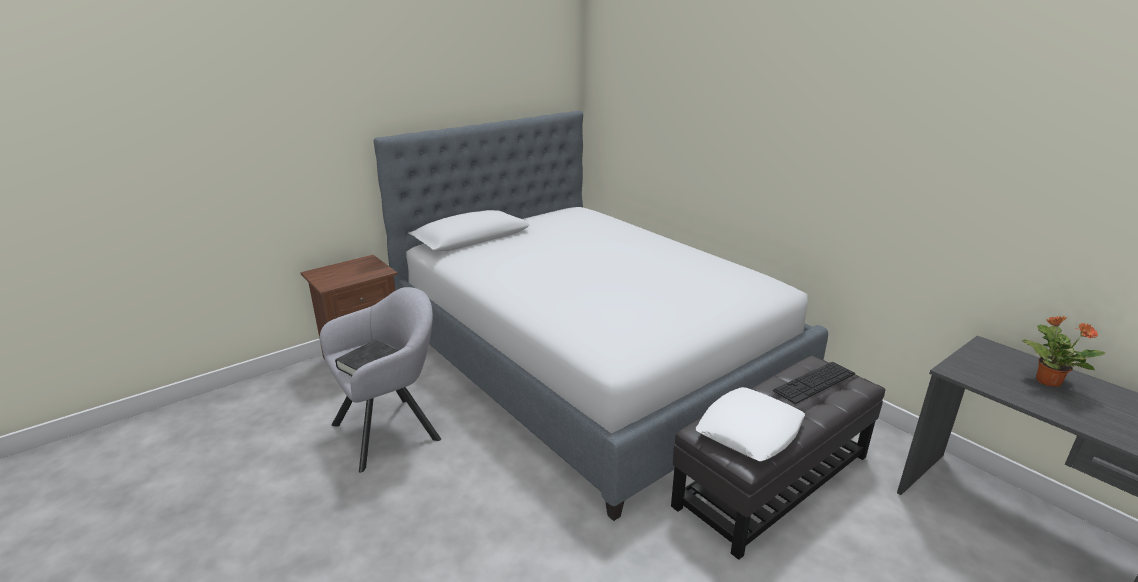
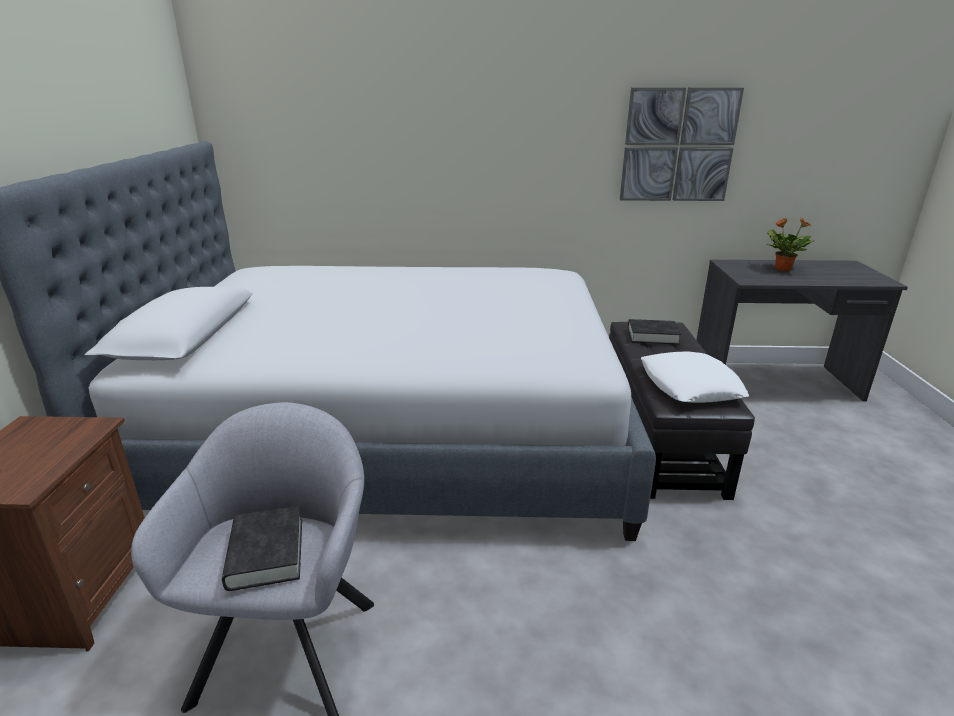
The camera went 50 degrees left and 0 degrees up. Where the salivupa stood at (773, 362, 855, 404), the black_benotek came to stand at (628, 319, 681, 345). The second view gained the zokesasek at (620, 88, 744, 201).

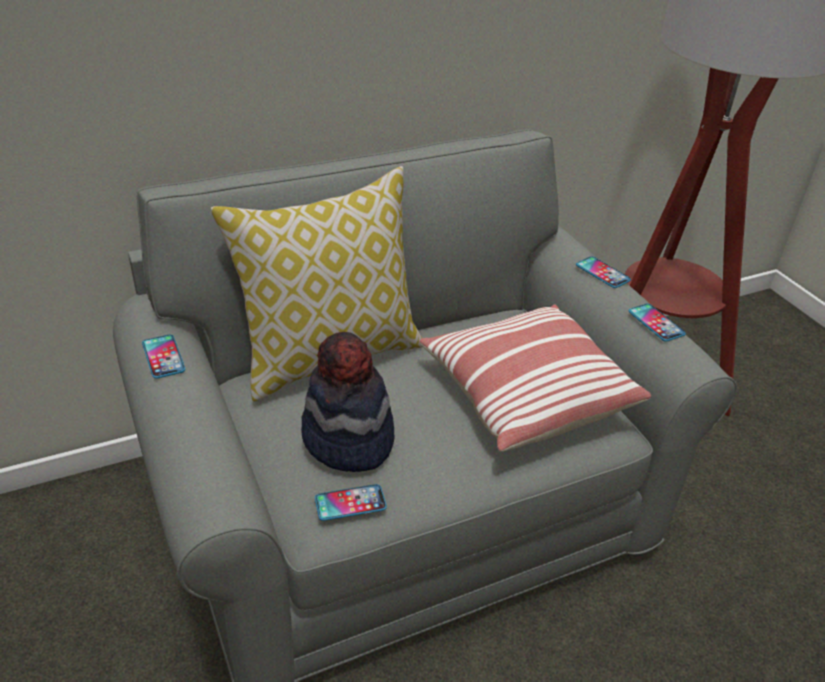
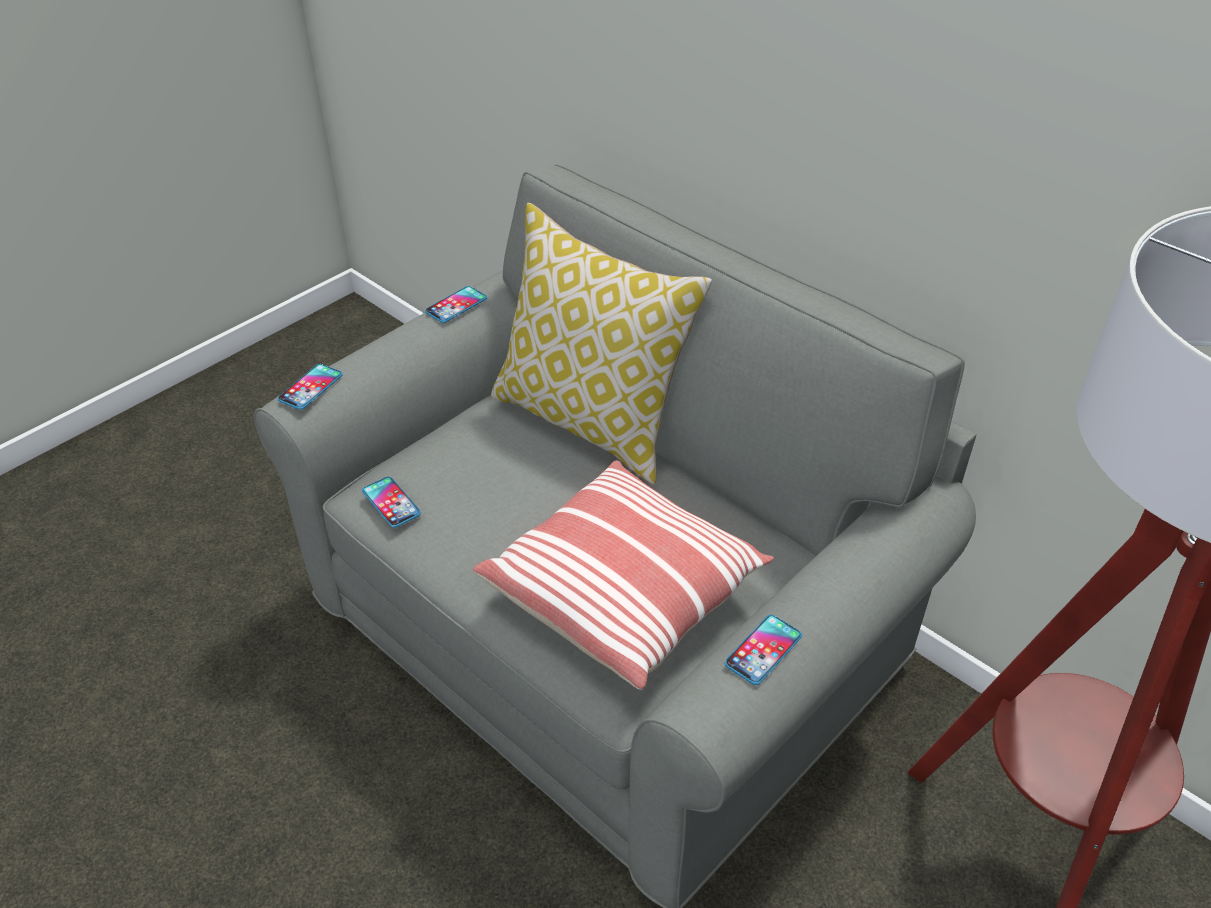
The camera went 70 degrees right and 5 degrees up. The second view lost the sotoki at (301, 332, 394, 472). The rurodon ended up elsewhere, having gone from (576, 256, 631, 288) to (278, 364, 343, 410).

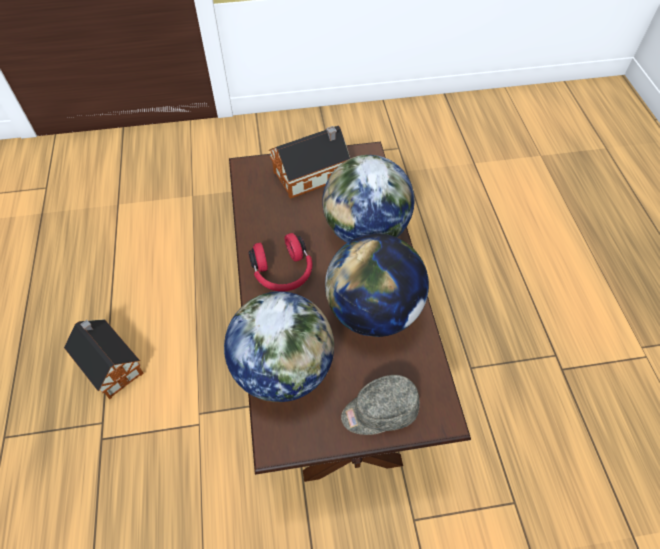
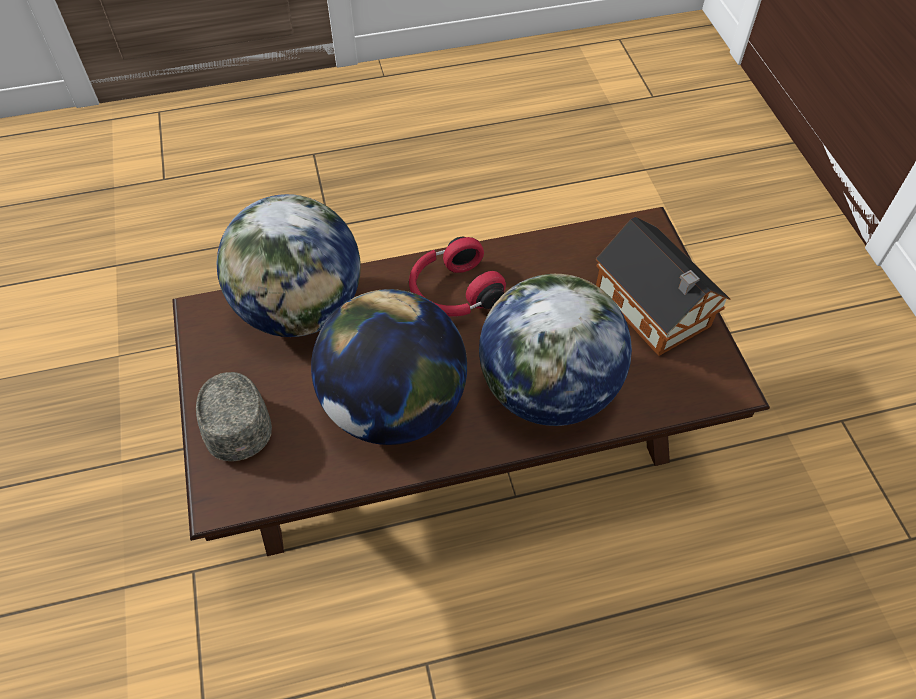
The camera went 85 degrees right and 0 degrees up. The second view lost the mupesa at (64, 319, 144, 399).

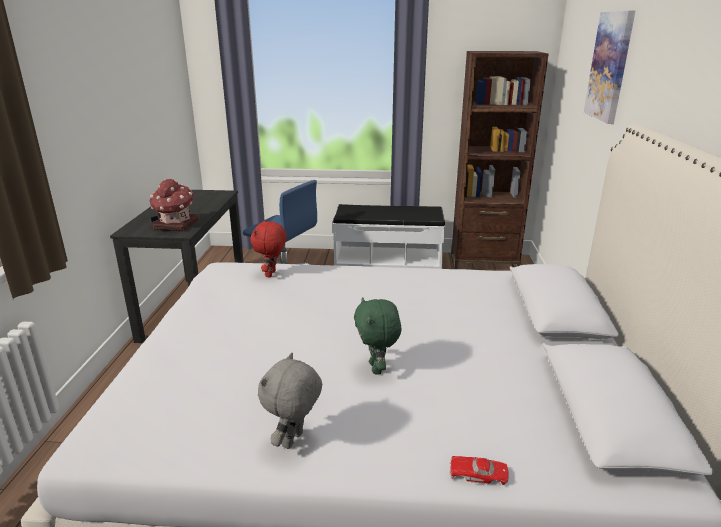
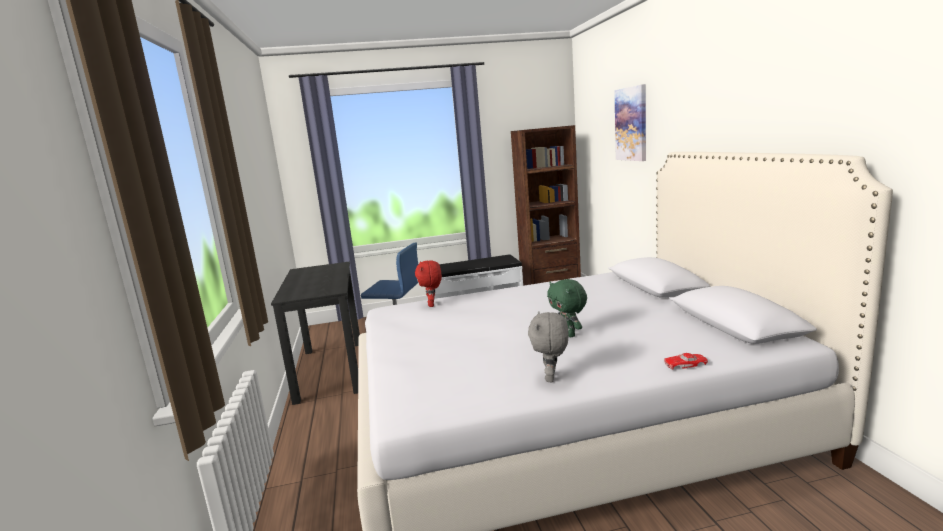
The camera went 15 degrees left and 10 degrees down. The second view lost the mupesa at (149, 179, 199, 231).

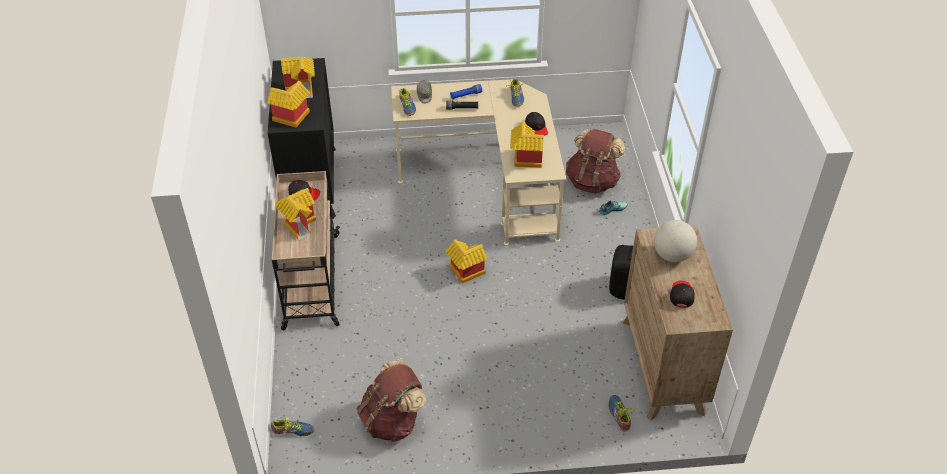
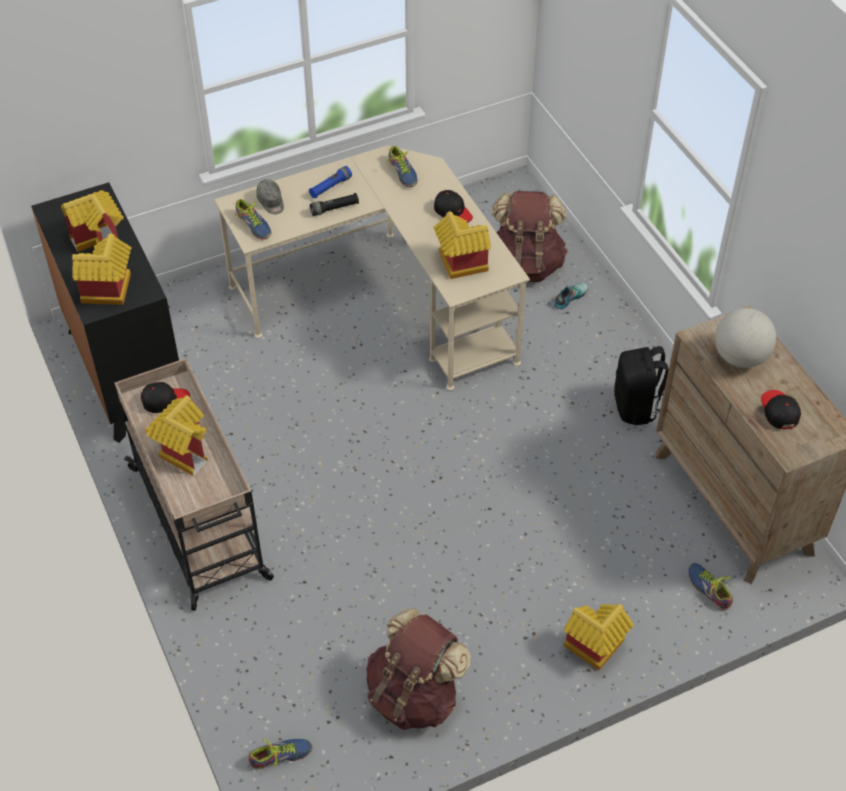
The camera went 20 degrees left and 5 degrees up. The mupesa ended up elsewhere, having gone from (445, 239, 487, 284) to (564, 604, 634, 670).

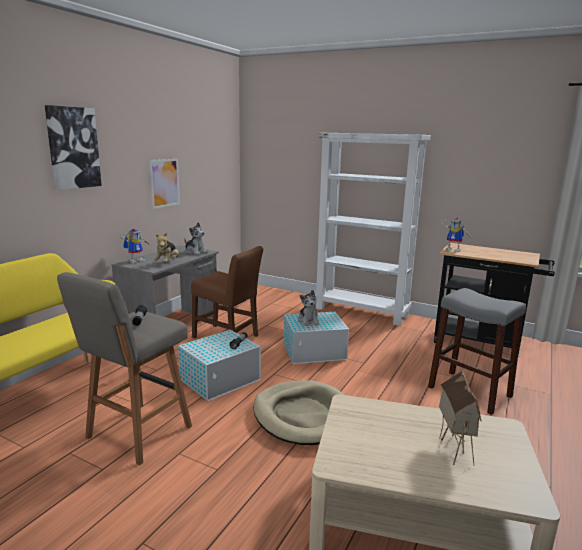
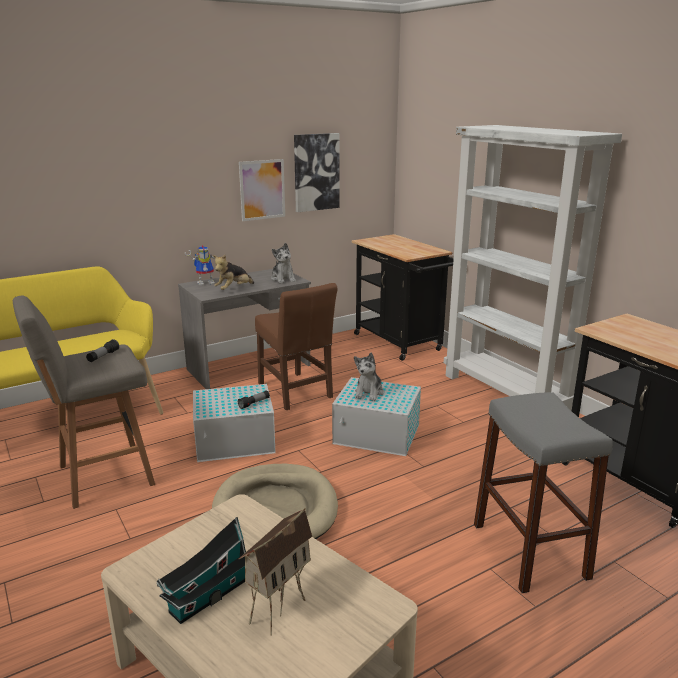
The camera went 30 degrees right and 5 degrees up. The zokesasek ended up elsewhere, having gone from (45, 105, 102, 190) to (294, 133, 340, 212). The second view lost the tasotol at (441, 218, 473, 252). The second view gained the mupesa at (157, 517, 246, 624). The second view gained the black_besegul at (351, 234, 454, 361).

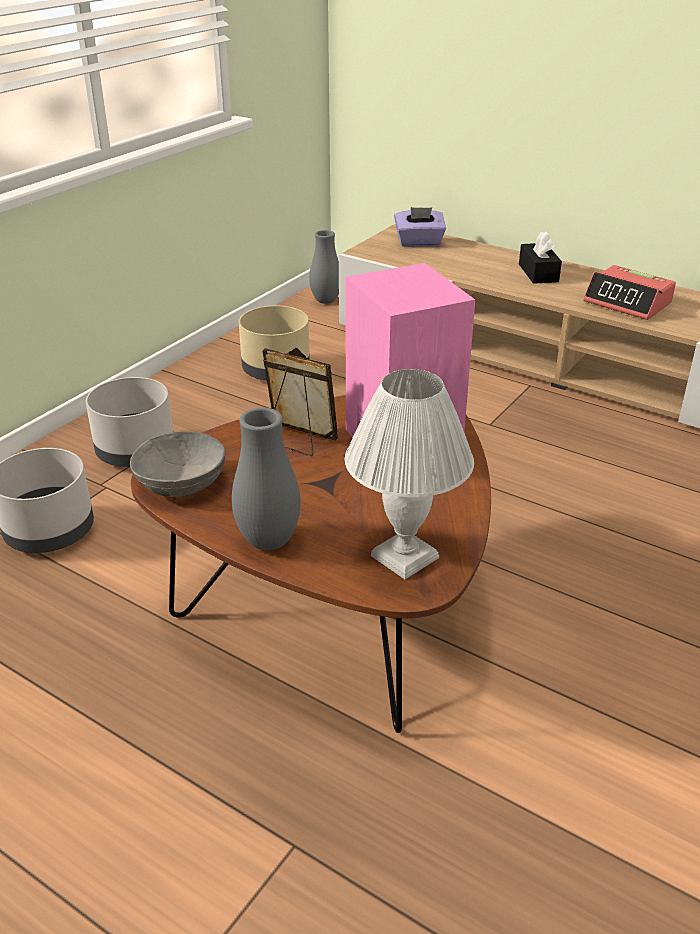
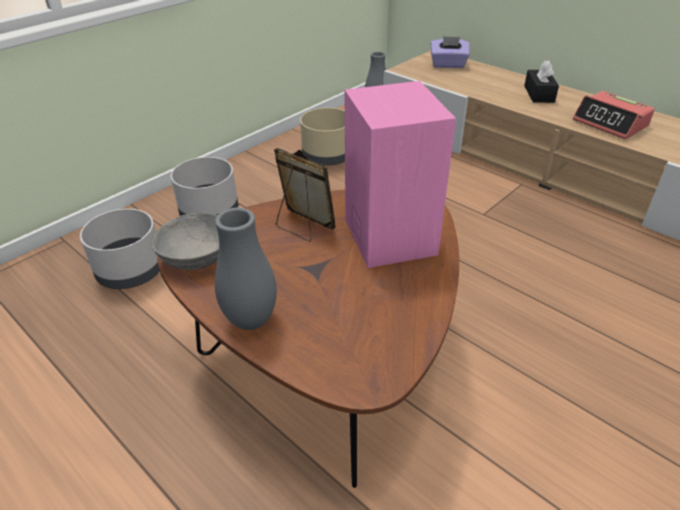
The camera went 10 degrees right and 5 degrees up. The second view lost the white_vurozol at (345, 369, 474, 579).

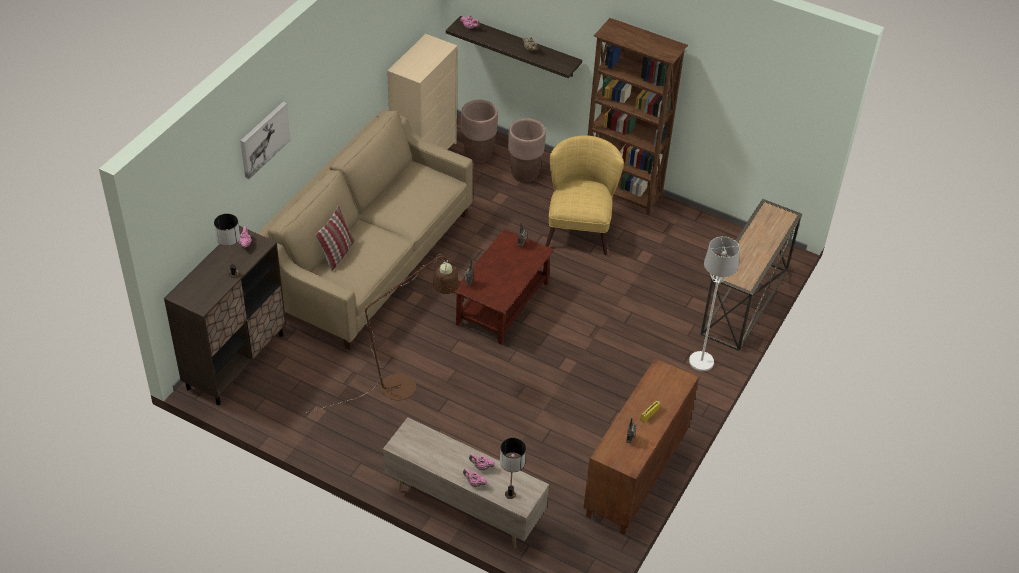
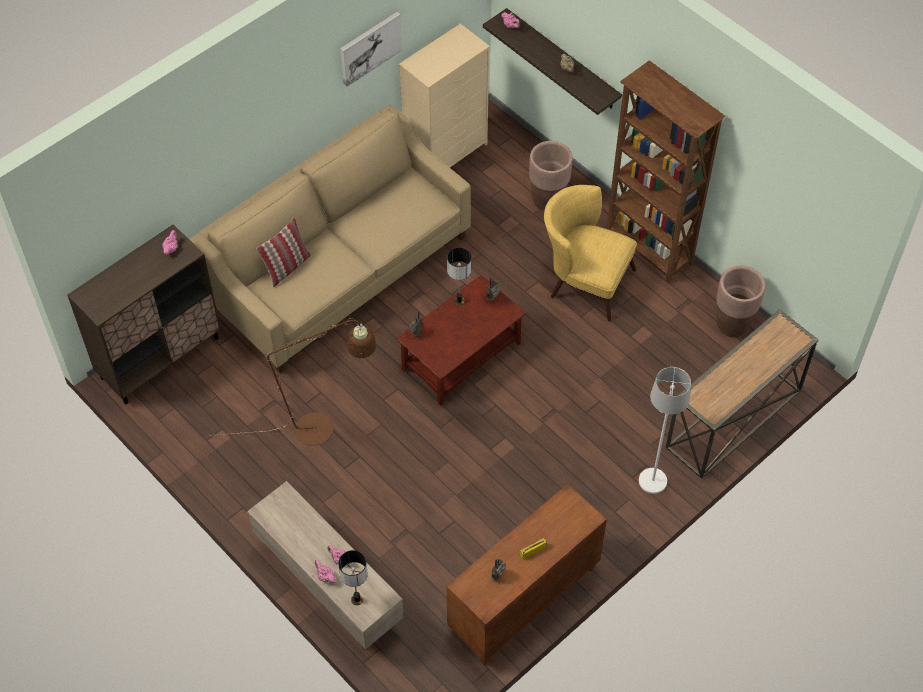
The camera went 20 degrees right and 10 degrees up. The vurozol ended up elsewhere, having gone from (214, 214, 240, 278) to (447, 247, 471, 306). The zokesasek ended up elsewhere, having gone from (240, 102, 291, 179) to (340, 12, 402, 87). The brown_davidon ended up elsewhere, having gone from (461, 100, 498, 164) to (716, 266, 765, 337). The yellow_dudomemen at (545, 135, 624, 255) ended up facing another way, 90 degrees counterclockwise from before.

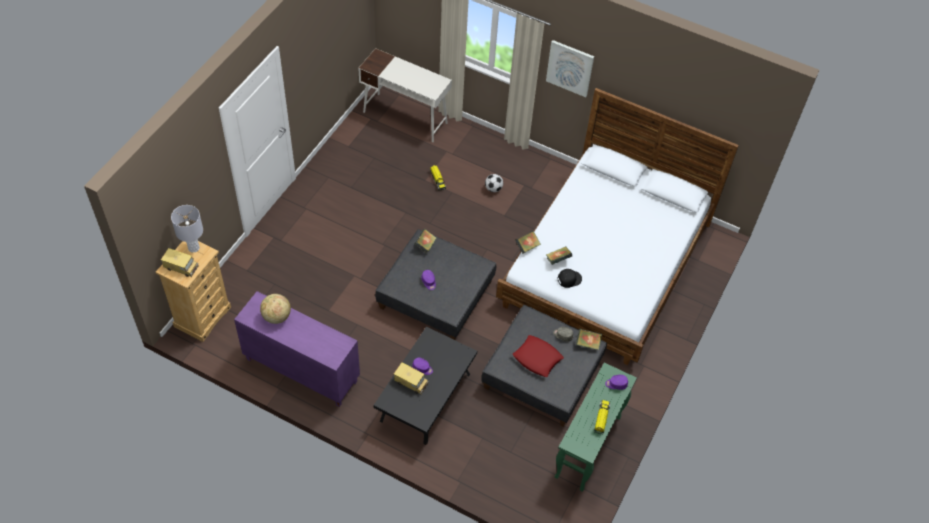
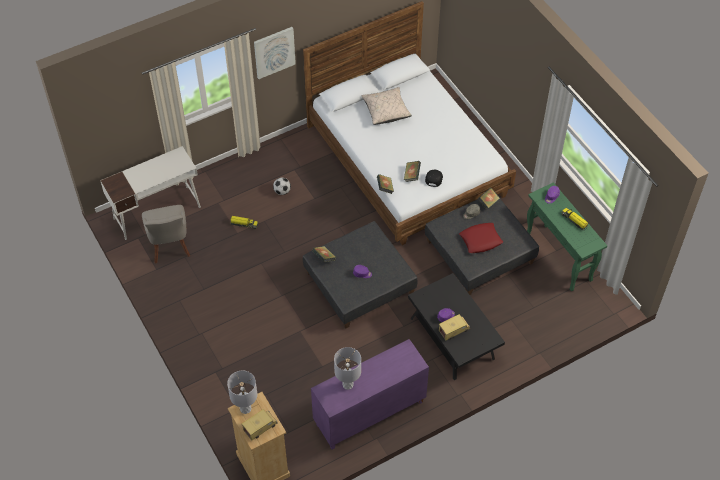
The camera went 55 degrees left and 0 degrees up. Where the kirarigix stood at (260, 294, 291, 324), the grey_vurozol came to stand at (334, 347, 361, 390). The second view gained the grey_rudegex at (142, 205, 190, 263). The second view gained the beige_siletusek at (362, 87, 412, 125).

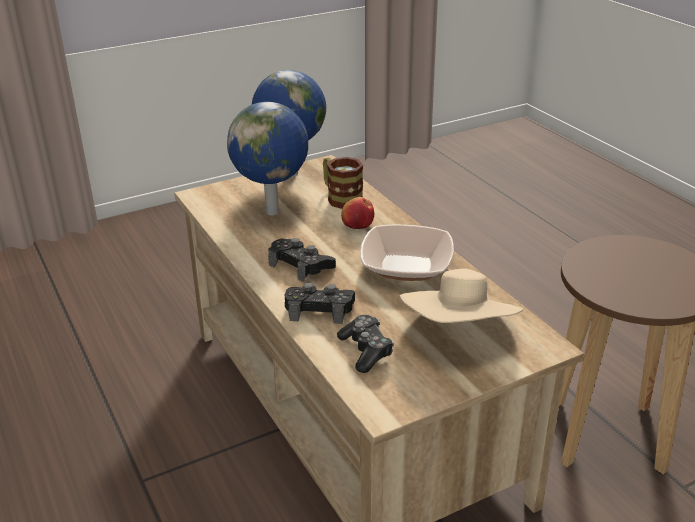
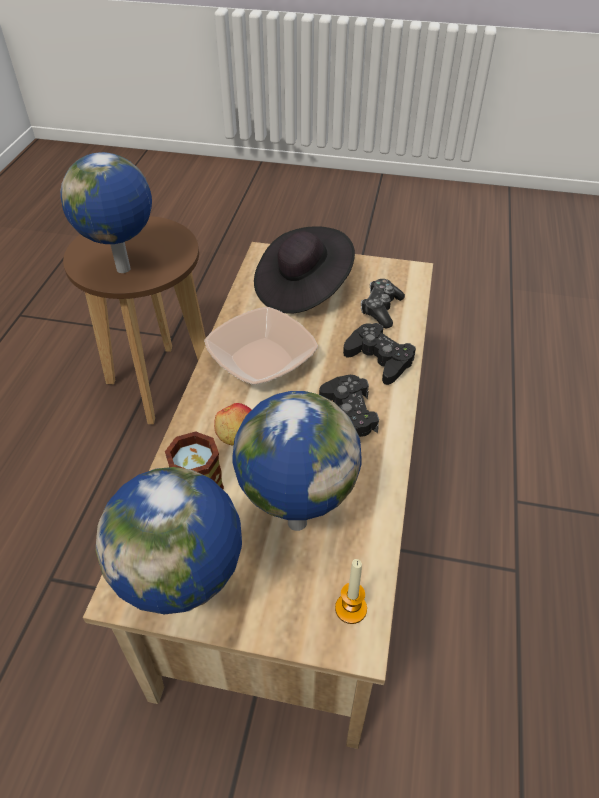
The camera went 140 degrees left and 15 degrees up. What was the beige_sotoki at (400, 269, 523, 323) turned into the black_sotoki at (254, 226, 355, 314). The second view gained the kirarigix at (60, 152, 152, 273). The second view gained the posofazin at (335, 559, 367, 624).

